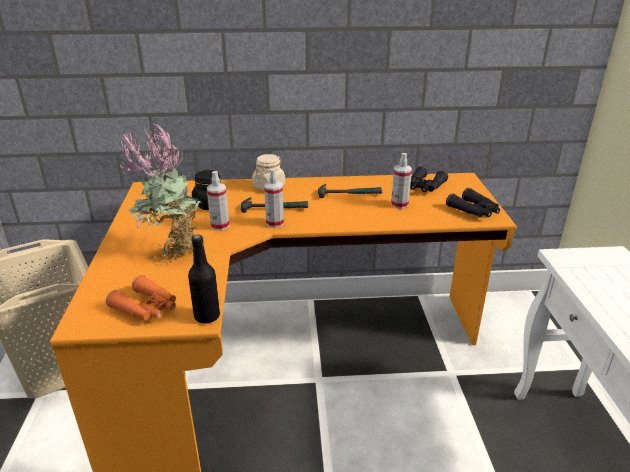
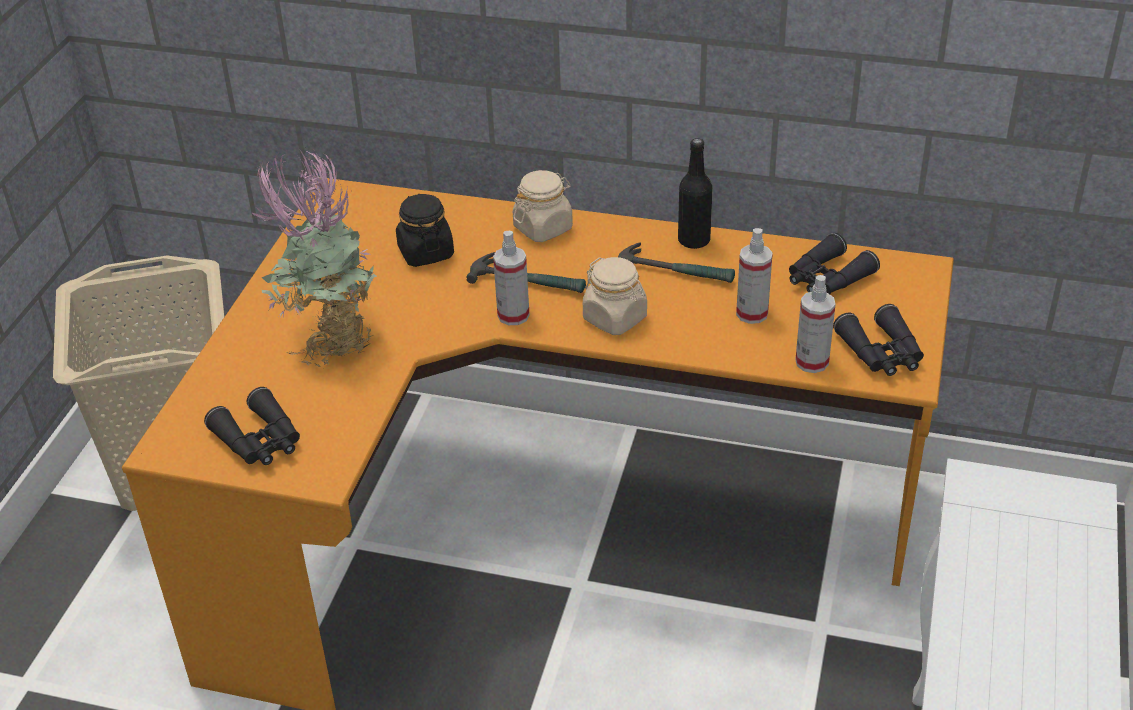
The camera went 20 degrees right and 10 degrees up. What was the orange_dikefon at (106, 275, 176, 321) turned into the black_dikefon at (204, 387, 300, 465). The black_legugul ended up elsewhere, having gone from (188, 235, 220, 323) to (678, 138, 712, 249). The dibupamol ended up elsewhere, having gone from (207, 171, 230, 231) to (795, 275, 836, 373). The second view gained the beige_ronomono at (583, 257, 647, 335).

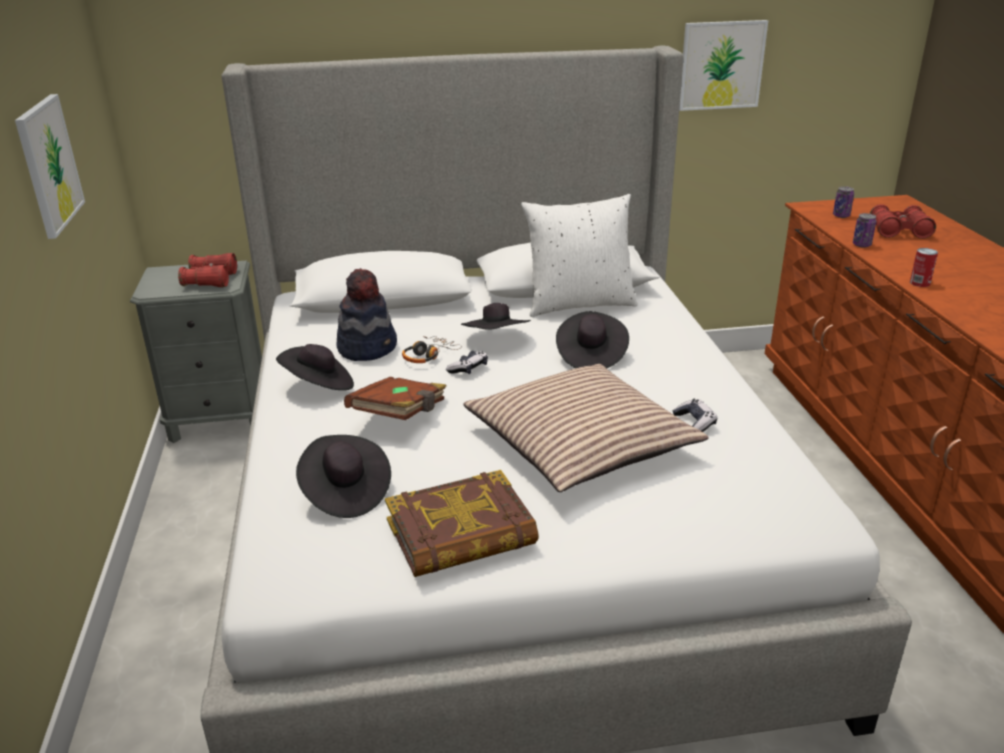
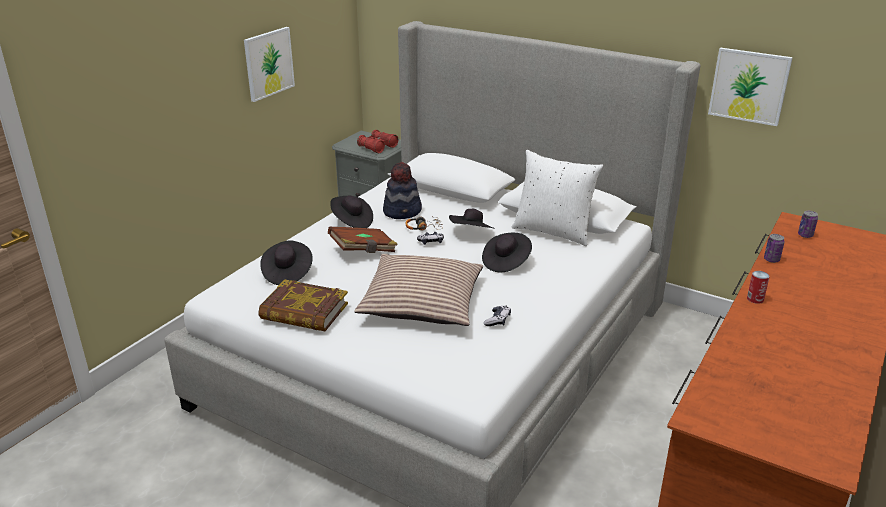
The camera went 40 degrees right and 0 degrees up. The second view lost the red_dikefon at (870, 204, 936, 239).

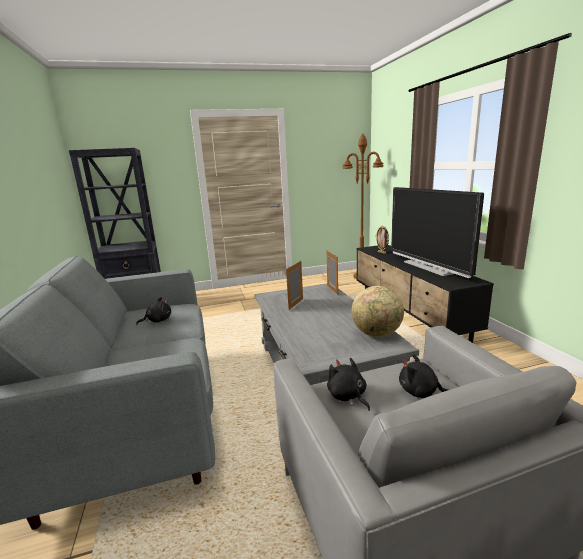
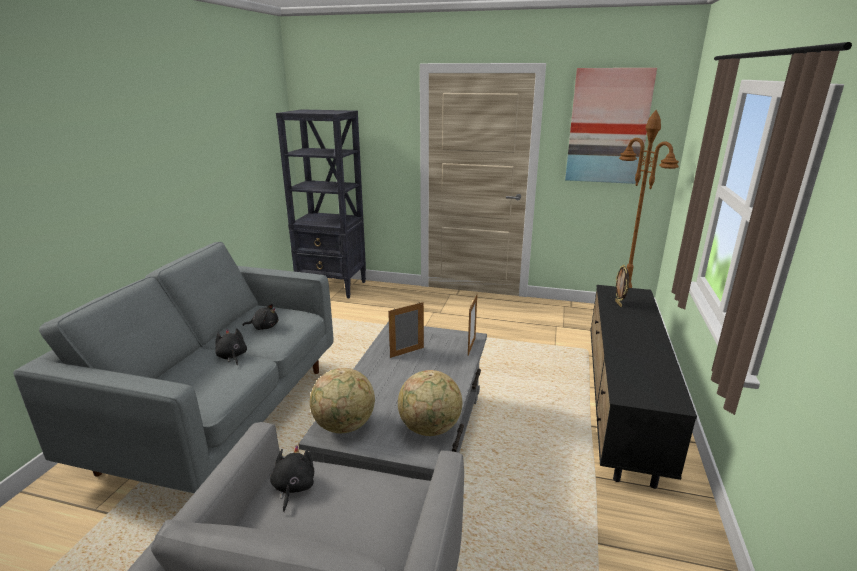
The camera went 30 degrees right and 5 degrees up. The second view lost the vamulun at (391, 187, 484, 278). The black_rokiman ended up elsewhere, having gone from (399, 354, 449, 398) to (215, 328, 247, 365). The second view gained the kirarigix at (310, 368, 375, 434). The second view gained the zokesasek at (565, 68, 657, 184).

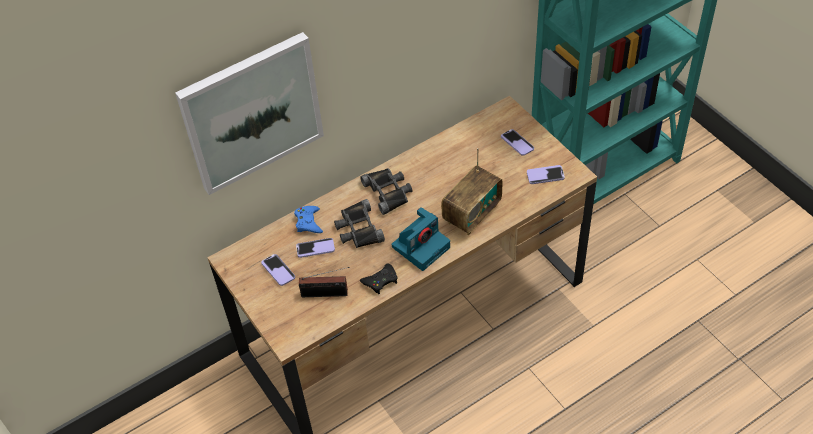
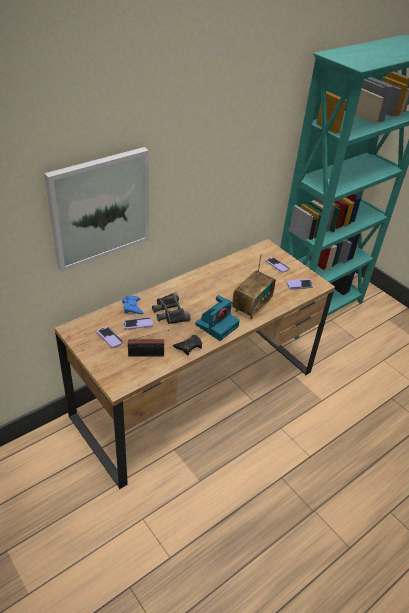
The camera went 10 degrees left and 10 degrees down. The second view lost the black_dikefon at (360, 168, 412, 215).

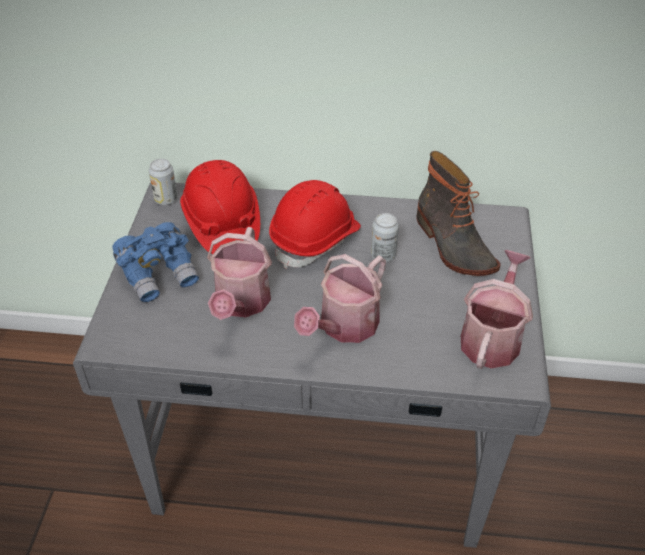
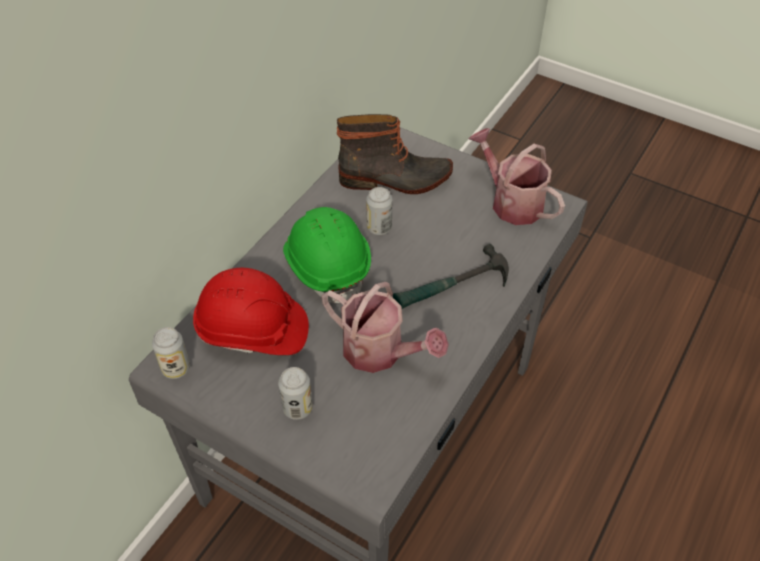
The camera went 65 degrees left and 5 degrees up. Where the blue_dikefon stood at (112, 222, 199, 303), the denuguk came to stand at (278, 367, 313, 420). What was the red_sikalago at (269, 180, 361, 269) turned into the green_sikalago at (283, 207, 371, 303). Where the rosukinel stood at (294, 254, 386, 343), the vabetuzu came to stand at (393, 244, 509, 309).

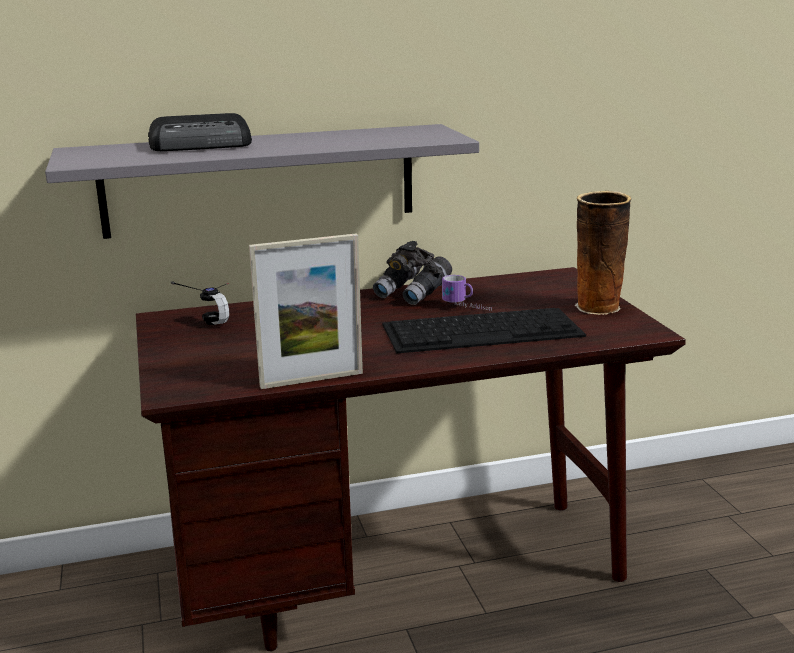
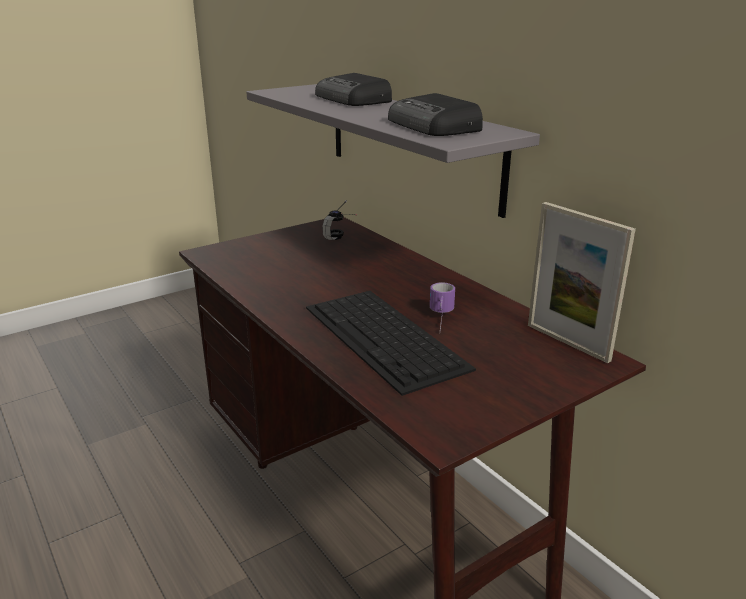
The camera went 70 degrees right and 5 degrees up. The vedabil ended up elsewhere, having gone from (249, 234, 363, 389) to (528, 202, 636, 363). The second view lost the grey_dikefon at (373, 241, 452, 305). The second view lost the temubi at (575, 191, 631, 315). The second view gained the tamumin at (388, 93, 483, 136).

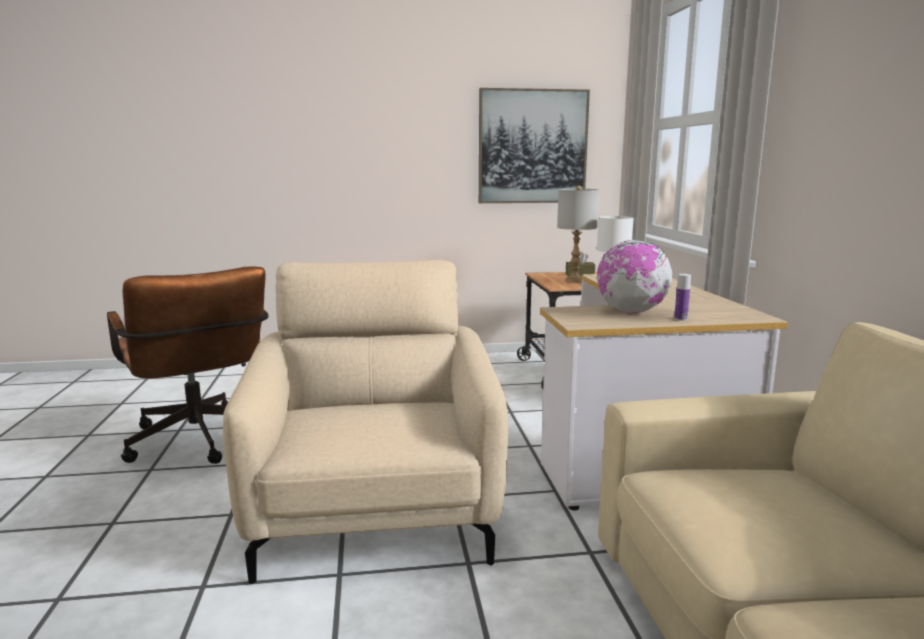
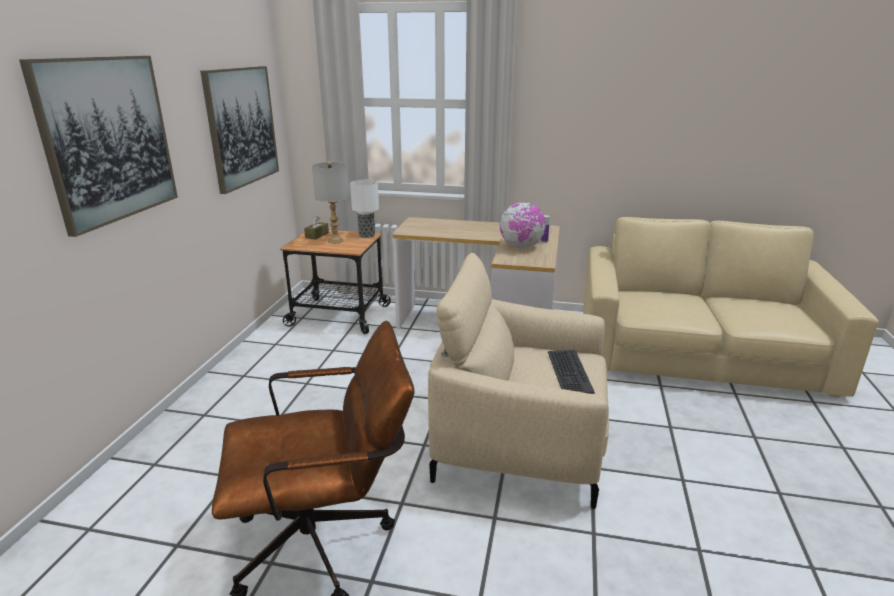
The camera went 70 degrees left and 10 degrees up. The second view gained the zokesasek at (19, 56, 178, 237). The second view gained the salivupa at (548, 350, 595, 394).

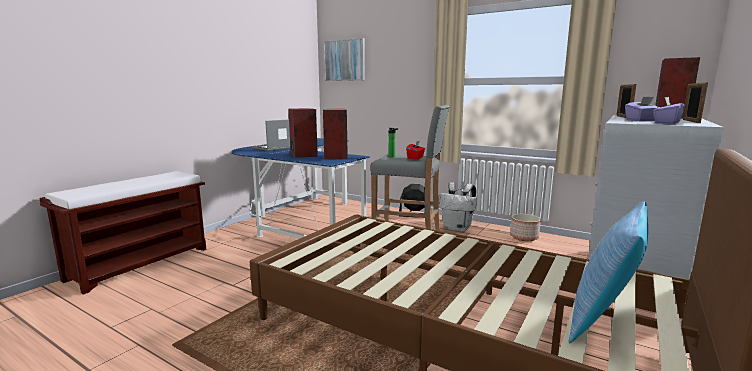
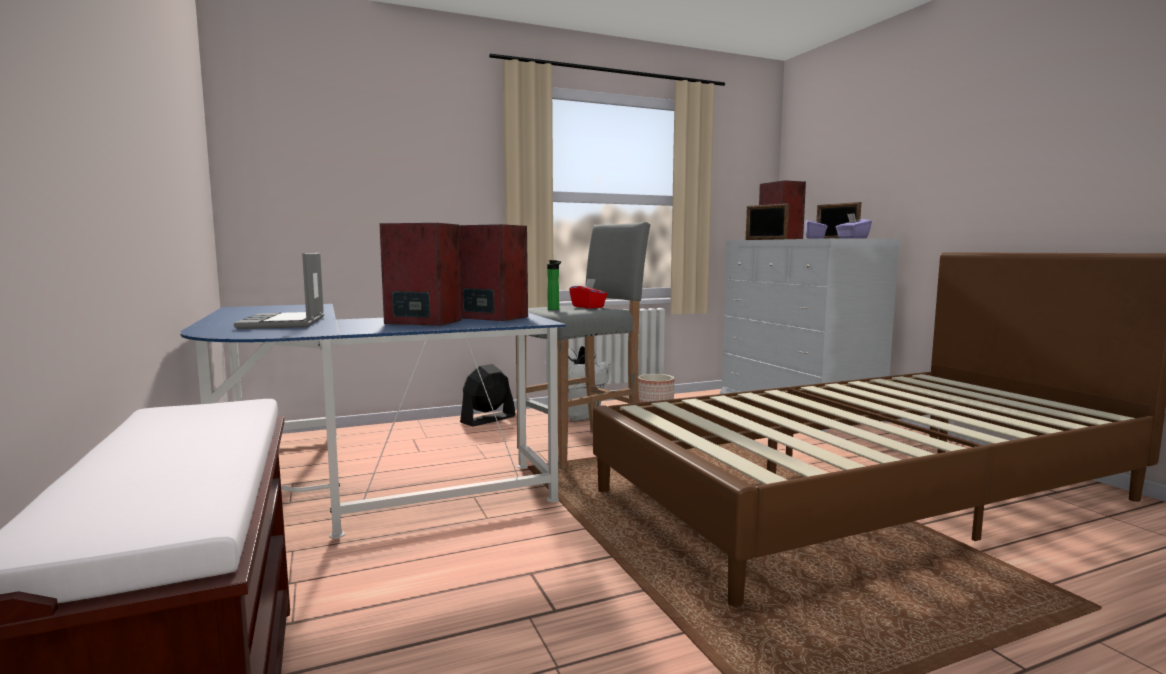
The camera went 55 degrees left and 5 degrees down. The second view lost the zokesasek at (324, 38, 365, 81). The second view lost the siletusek at (569, 201, 648, 343).

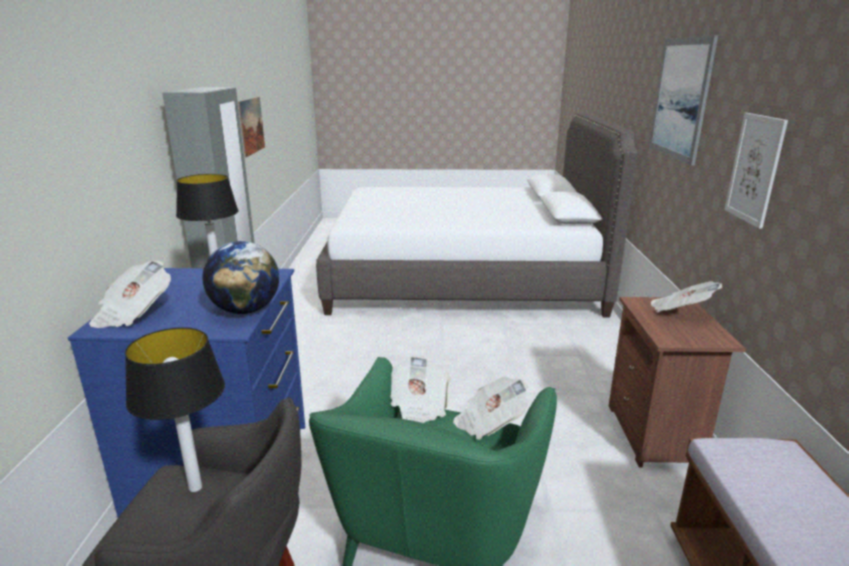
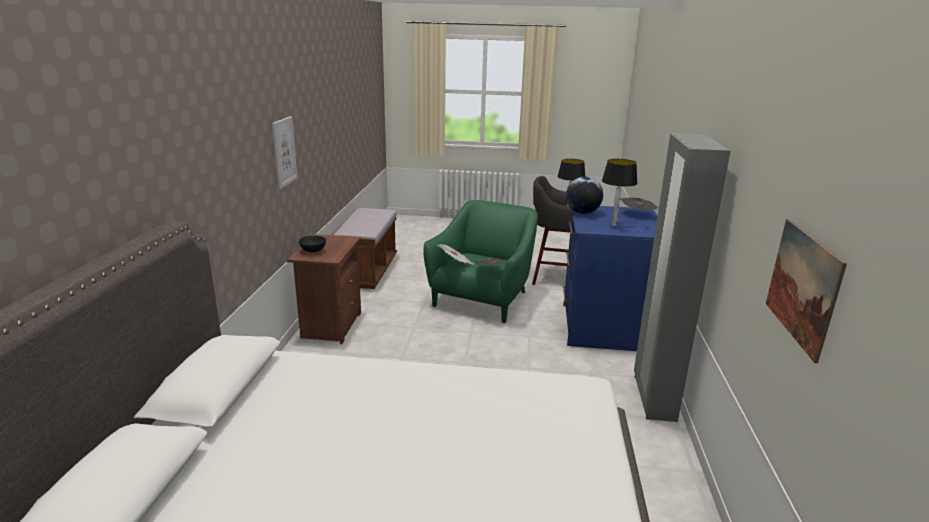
The camera went 175 degrees left and 0 degrees up. The second view lost the zokesasek at (649, 36, 718, 166). Where the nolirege stood at (650, 281, 722, 312), the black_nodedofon came to stand at (299, 236, 326, 253).

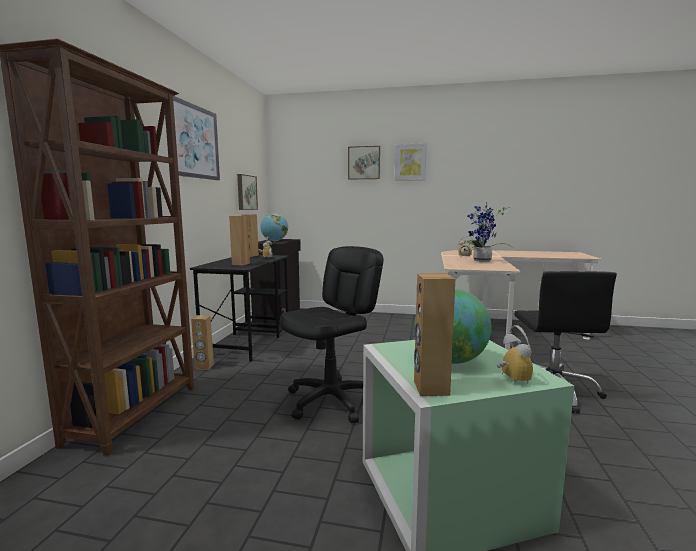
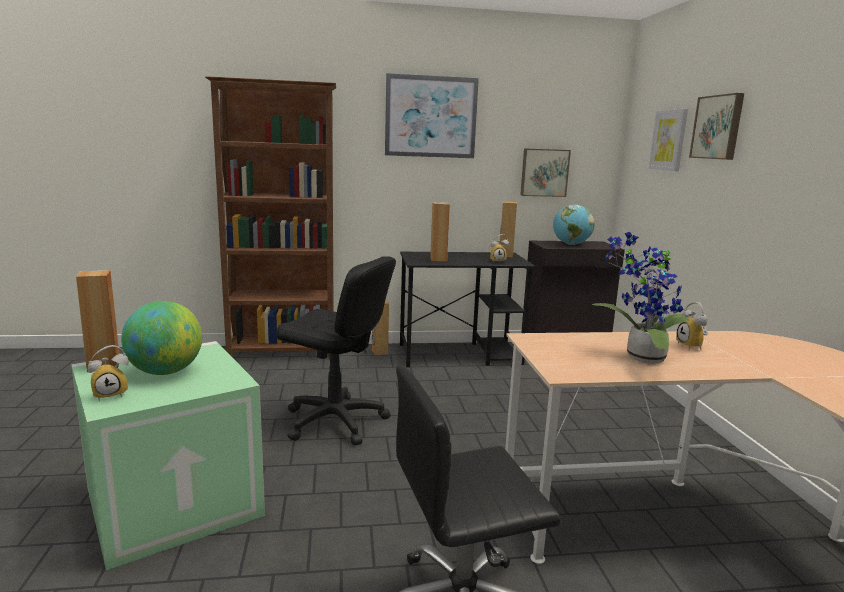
The camera went 70 degrees right and 5 degrees up. The zokesasek ended up elsewhere, having gone from (395, 143, 427, 181) to (649, 109, 688, 171).

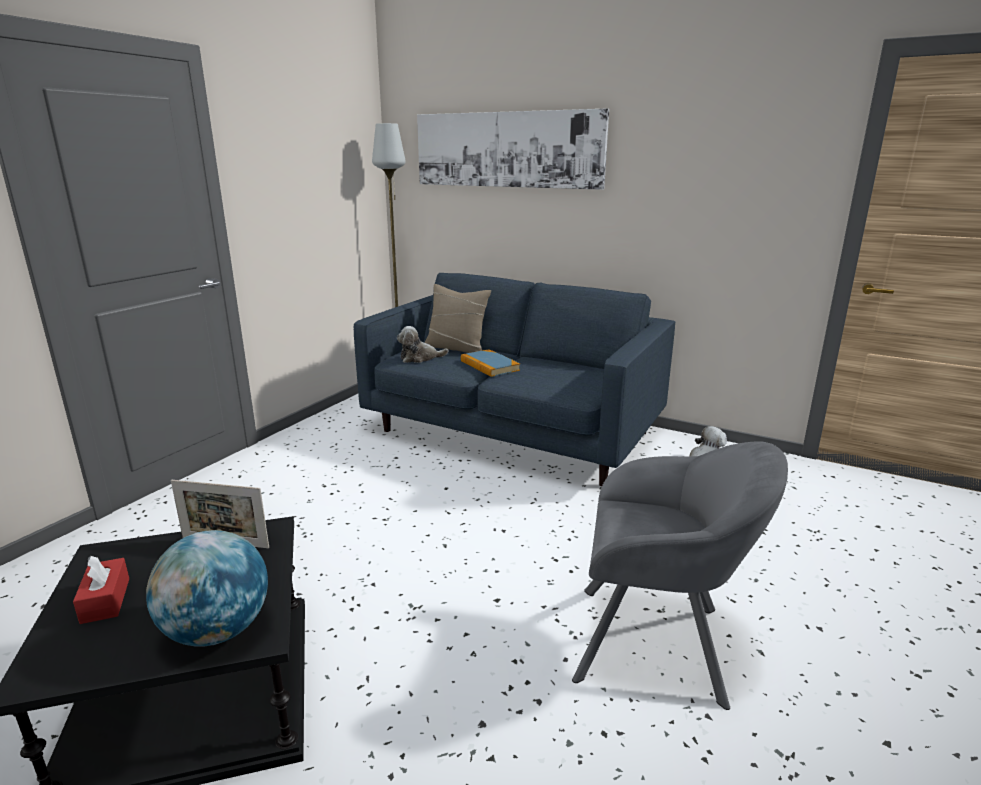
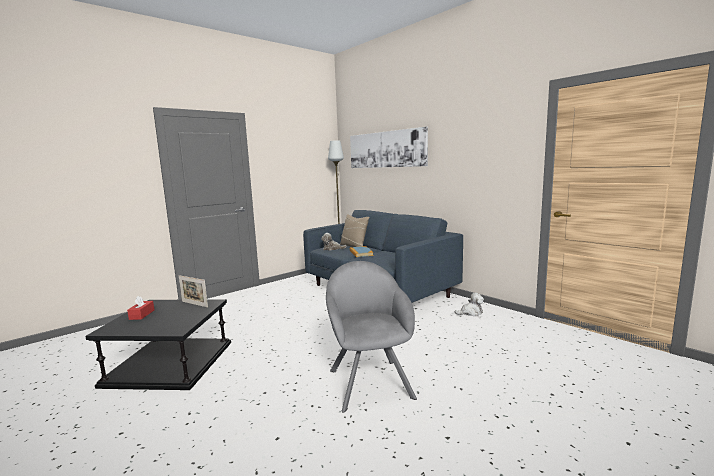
The camera went 20 degrees right and 10 degrees down. The second view lost the kirarigix at (146, 530, 268, 647). The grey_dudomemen at (572, 441, 788, 710) ended up facing another way, 135 degrees counterclockwise from before.

